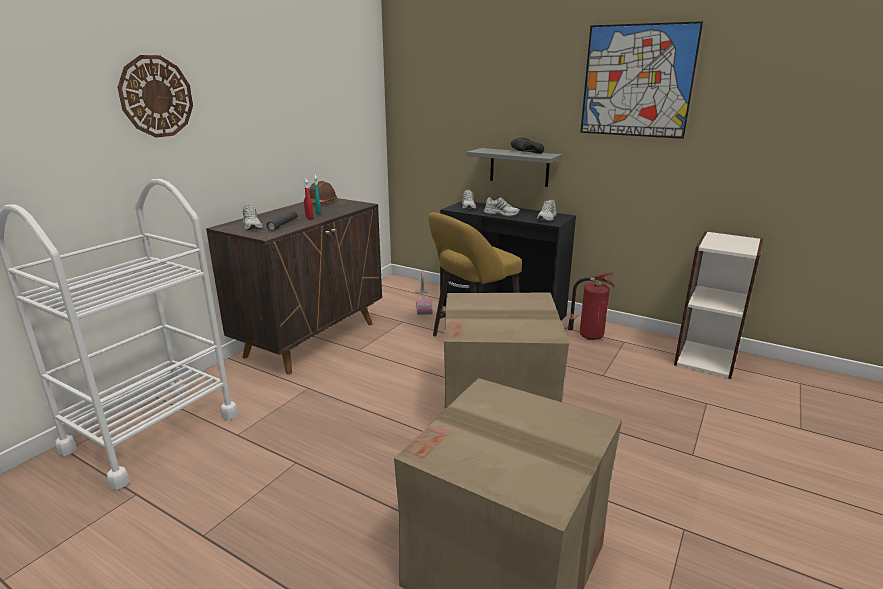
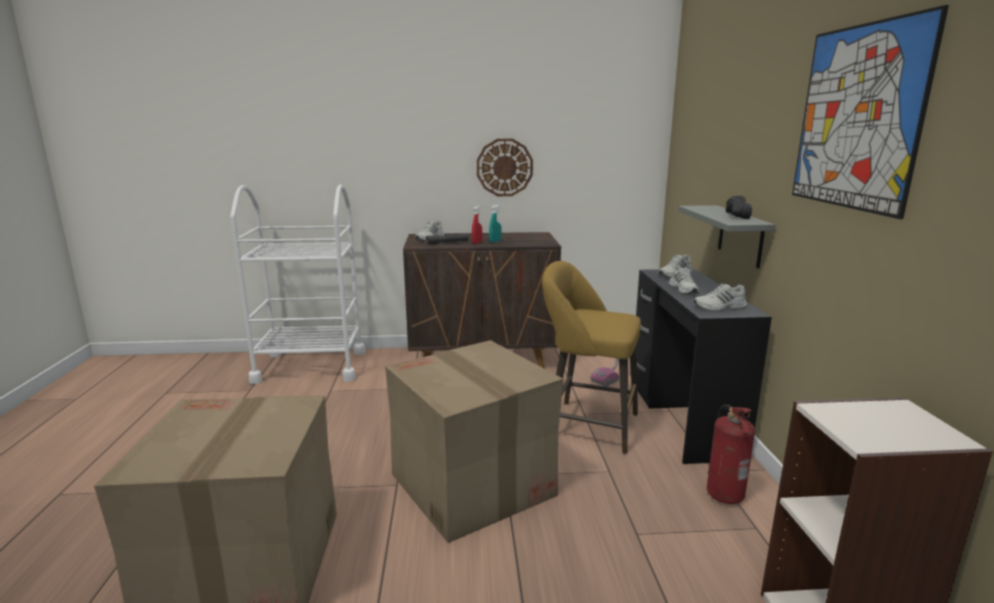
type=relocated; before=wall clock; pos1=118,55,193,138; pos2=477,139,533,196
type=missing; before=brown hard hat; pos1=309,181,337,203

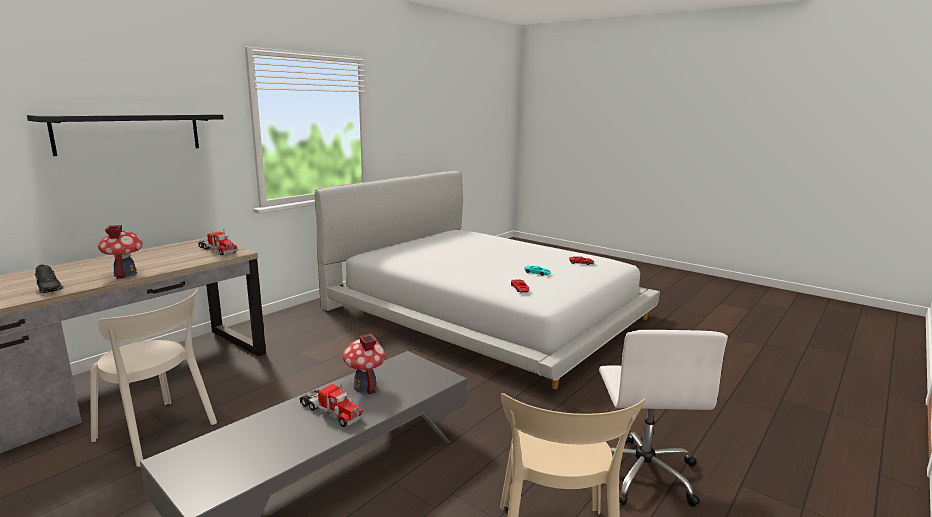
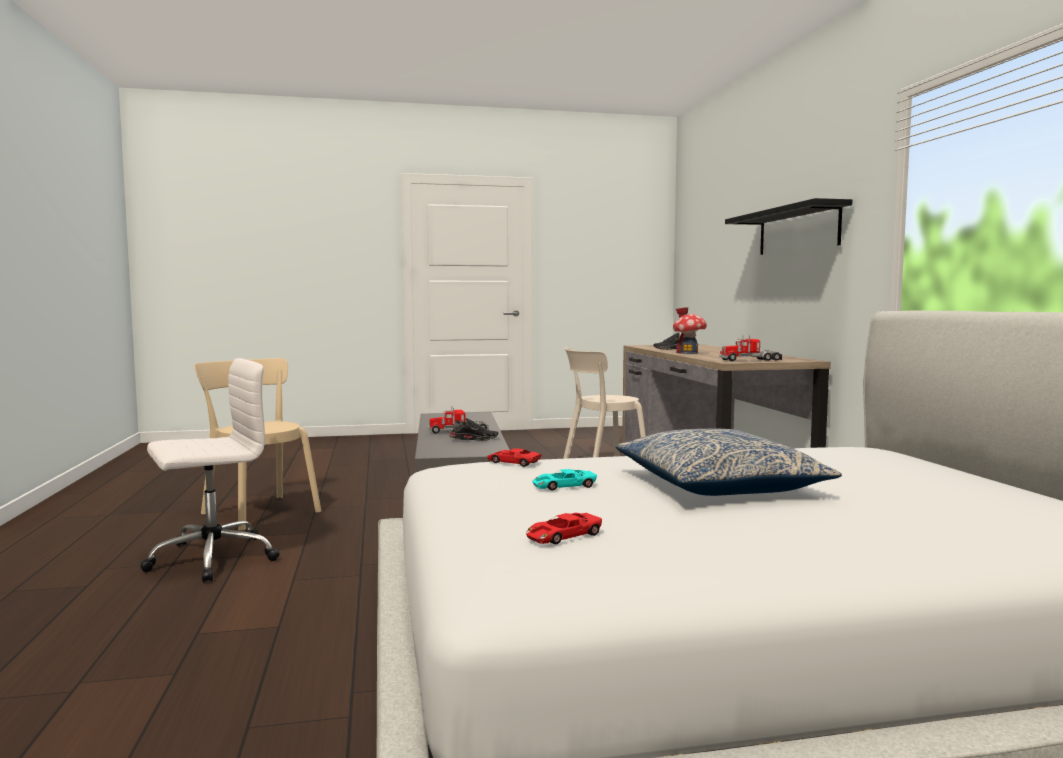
type=spun; before=white office chair; pos1=599,330,728,507; pos2=140,358,280,582; turn=105
type=exchanged; before=toy house; after=black shoe; pos1=342,334,386,394; pos2=449,418,499,441
type=appeared; after=pillow; pos2=616,429,842,496

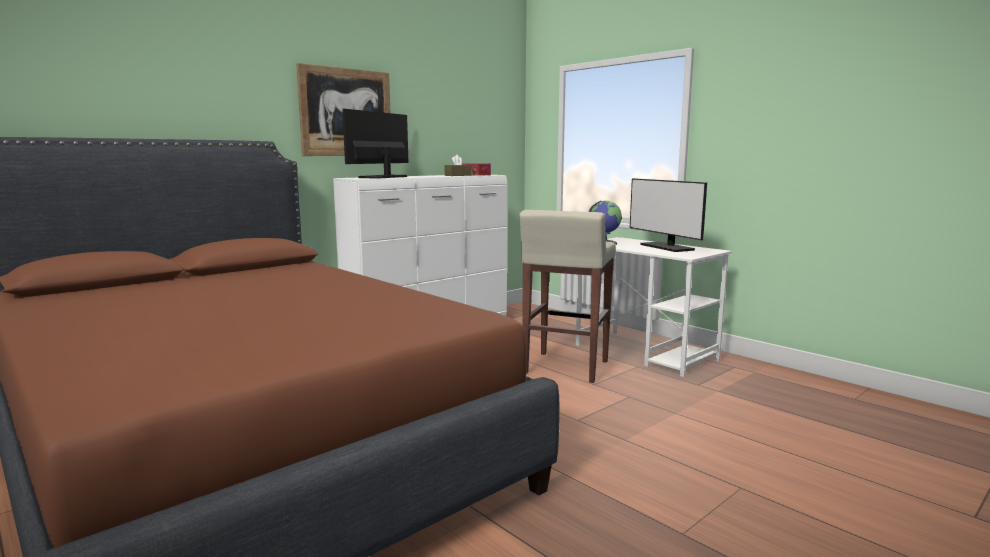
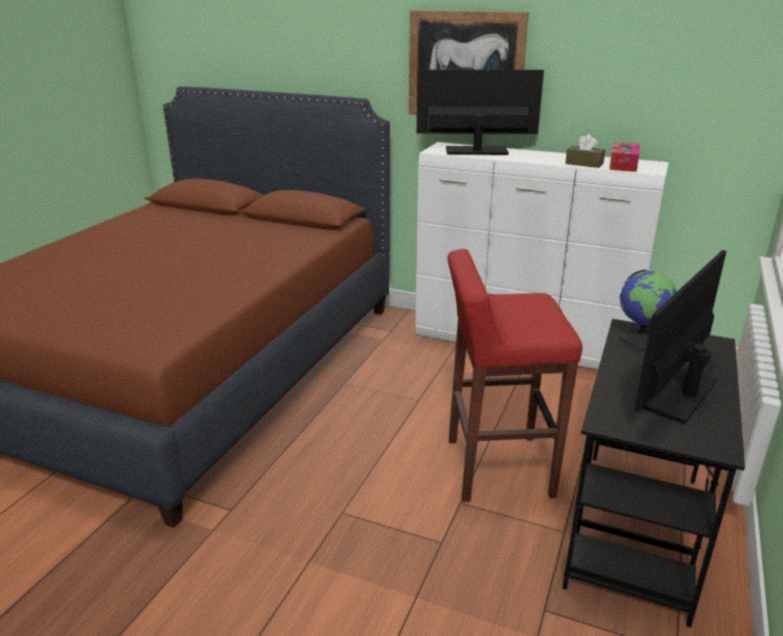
type=colour; before=beige stool; after=red stool; pos1=519,210,616,383; pos2=448,249,583,502
type=colour; before=white desk; after=black desk; pos1=576,237,732,377; pos2=563,319,745,627

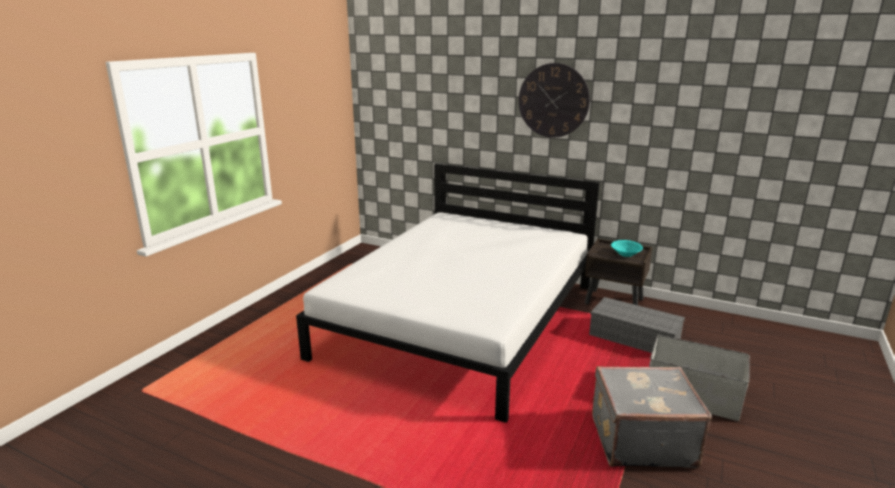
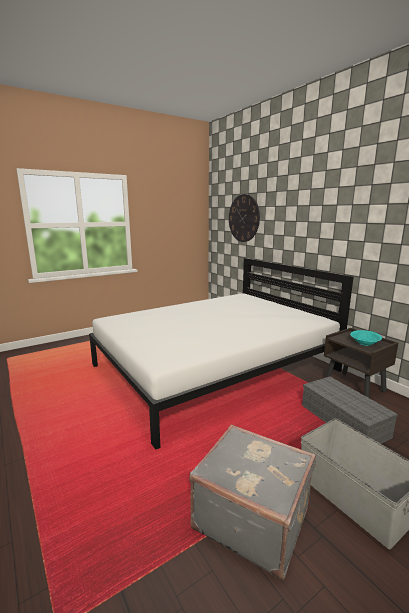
type=relocated; before=wall clock; pos1=519,63,590,138; pos2=229,194,260,242

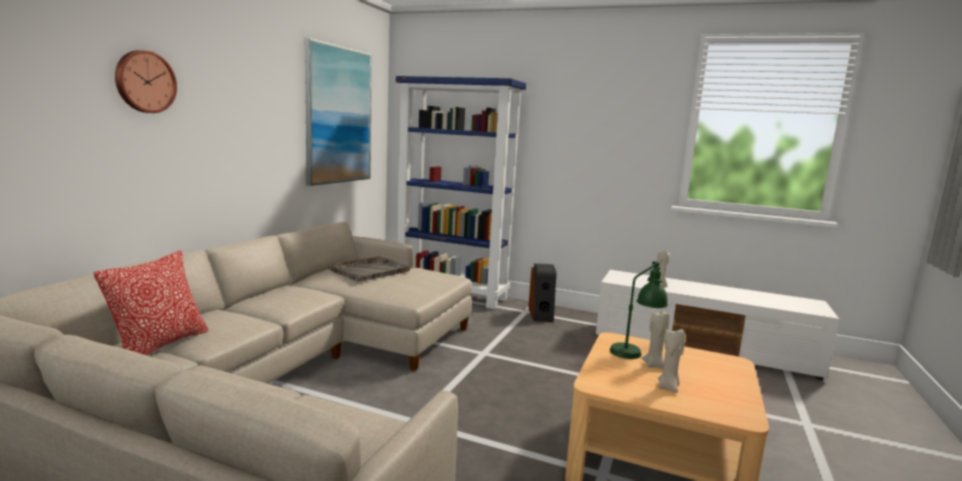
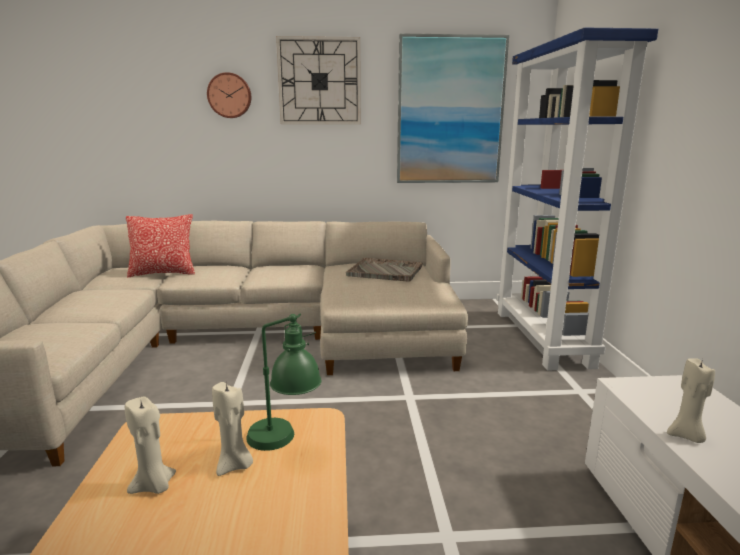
type=appeared; after=wall clock; pos2=276,36,361,124
type=missing; before=speaker; pos1=528,263,556,322

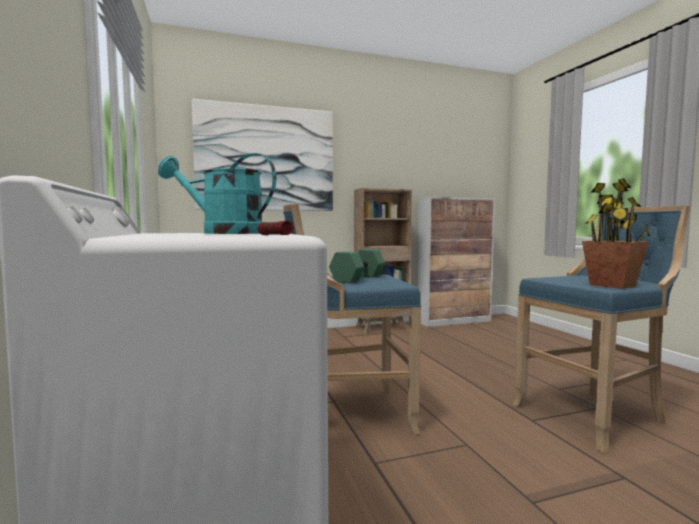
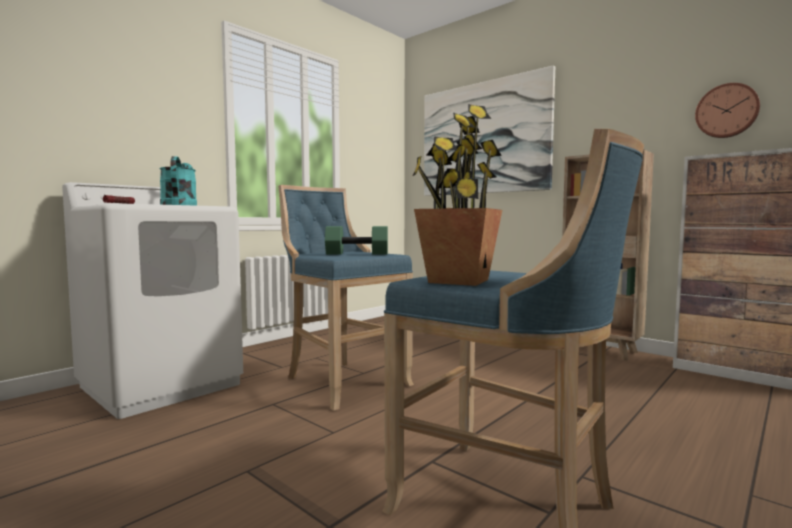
type=appeared; after=wall clock; pos2=695,83,760,138

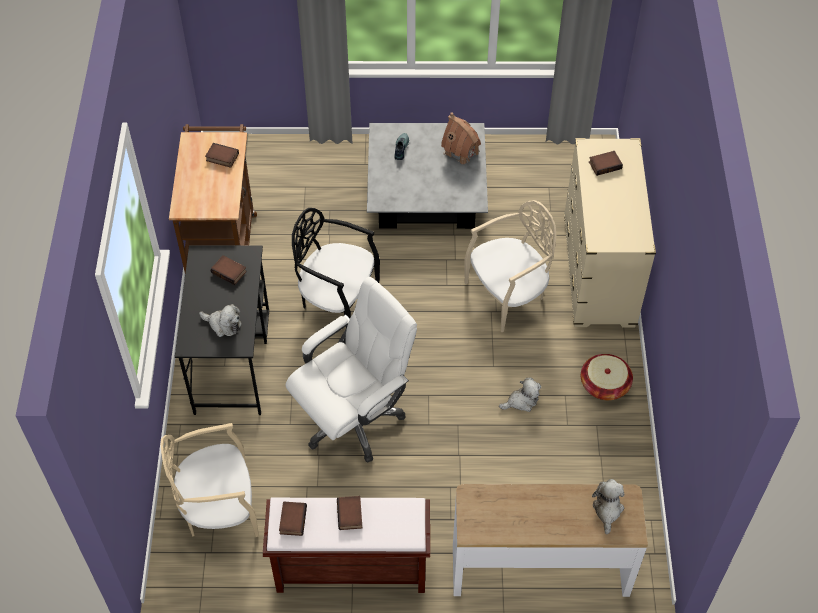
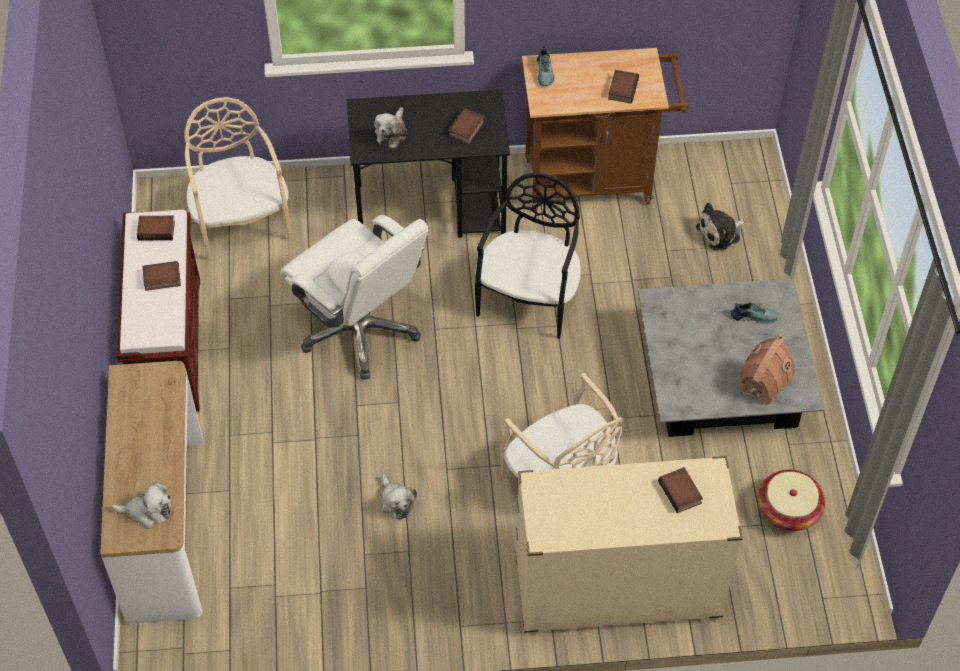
type=appeared; after=shoe; pos2=537,45,555,86
type=appeared; after=plush toy; pos2=696,203,745,251
type=relocated; before=basket; pos1=581,354,633,400; pos2=758,470,825,531

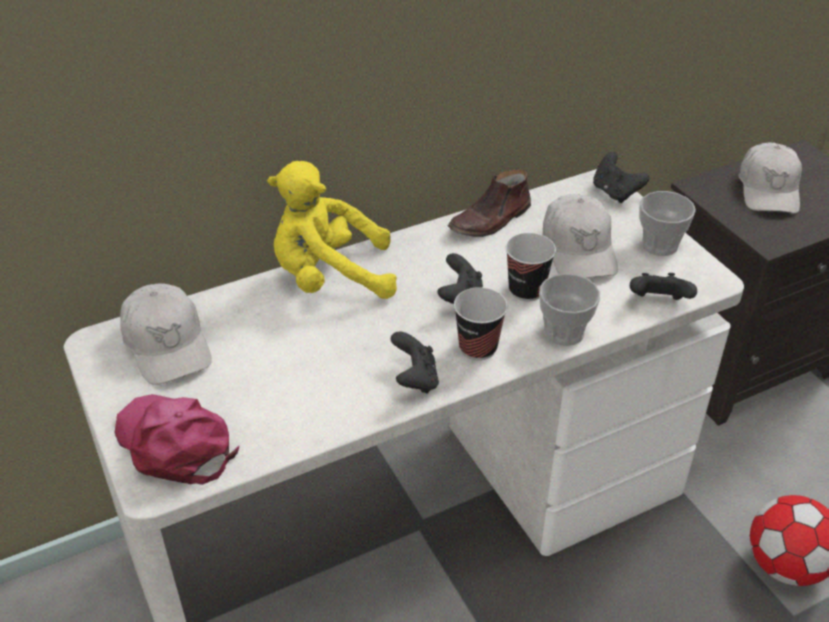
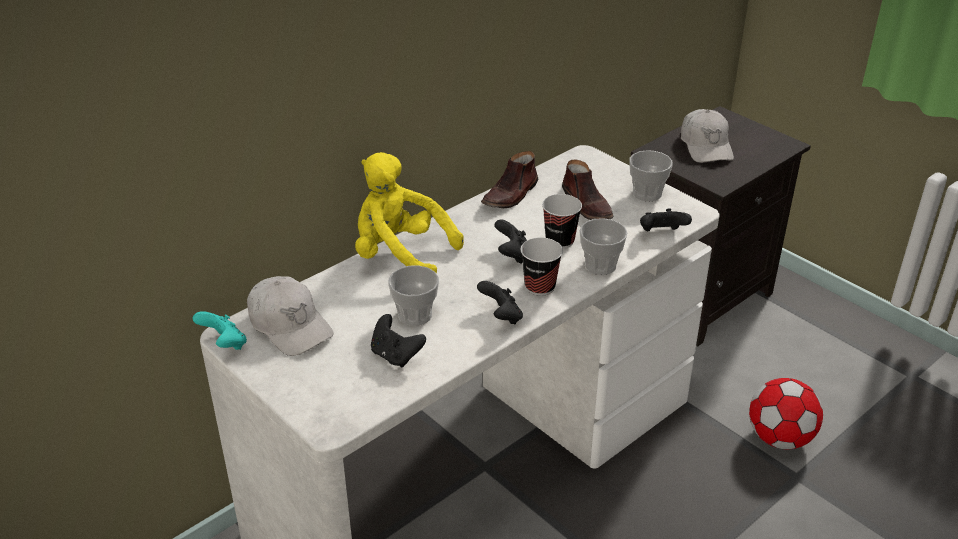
type=appeared; after=turquoise game controller; pos2=193,311,247,350
type=spun; before=yellow plush toy; pos1=267,161,397,299; pos2=355,152,464,274; turn=45
type=relocated; before=black game controller; pos1=593,152,649,203; pos2=371,314,426,367
type=appeared; after=cup; pos2=388,265,439,326
type=exchanged; before=white cap; after=brown shoe; pos1=543,194,618,278; pos2=562,160,614,220
type=missing; before=pink cap; pos1=114,394,239,485

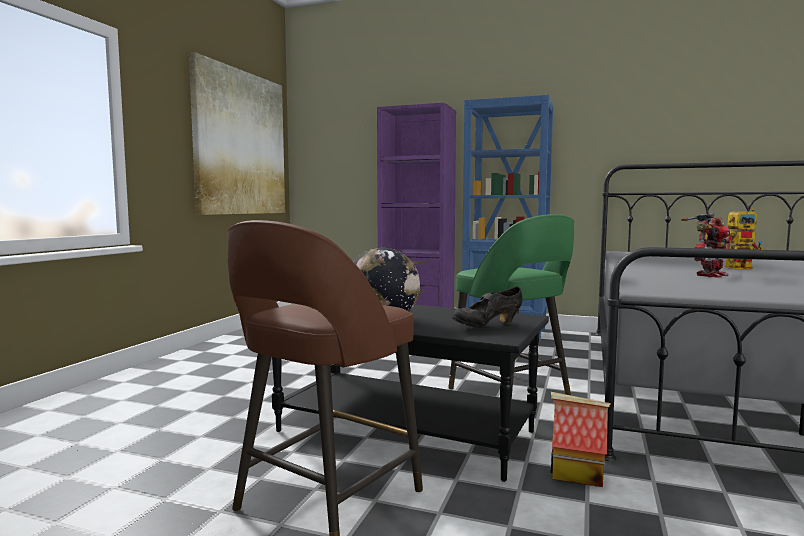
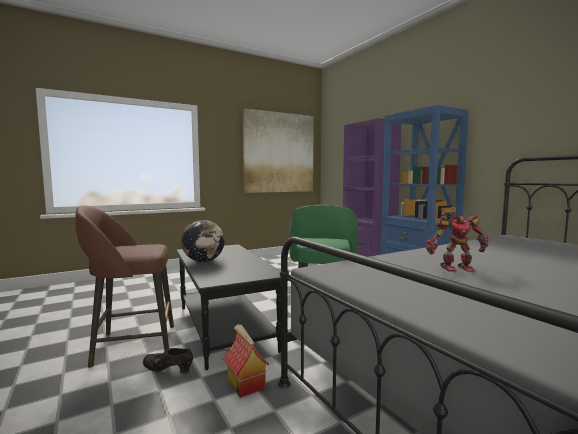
type=relocated; before=black shoe; pos1=452,287,523,328; pos2=143,348,193,373
type=missing; before=toy robot; pos1=725,208,763,269

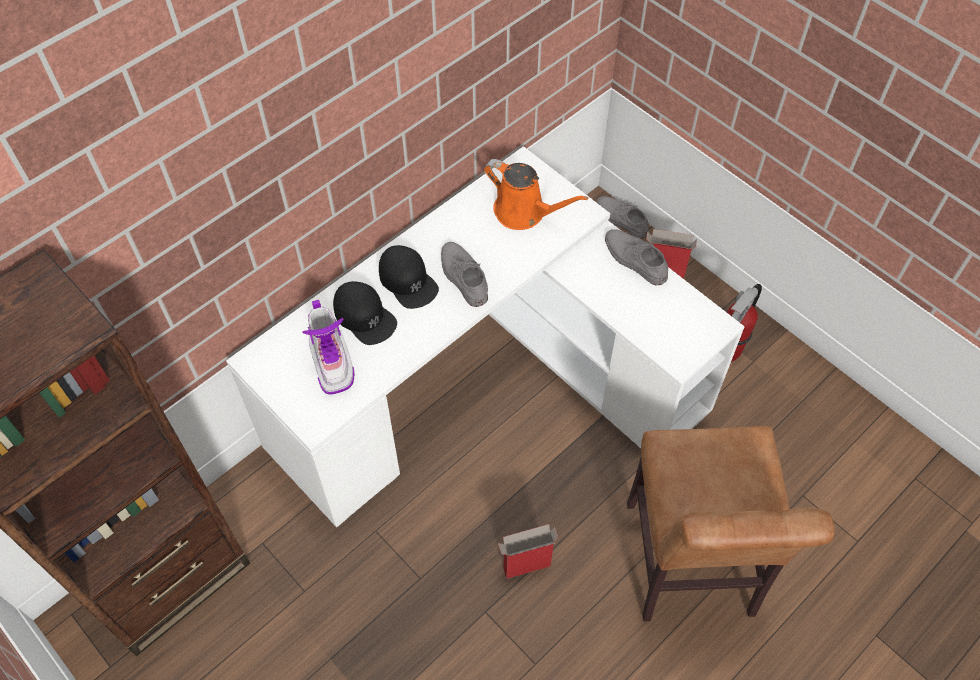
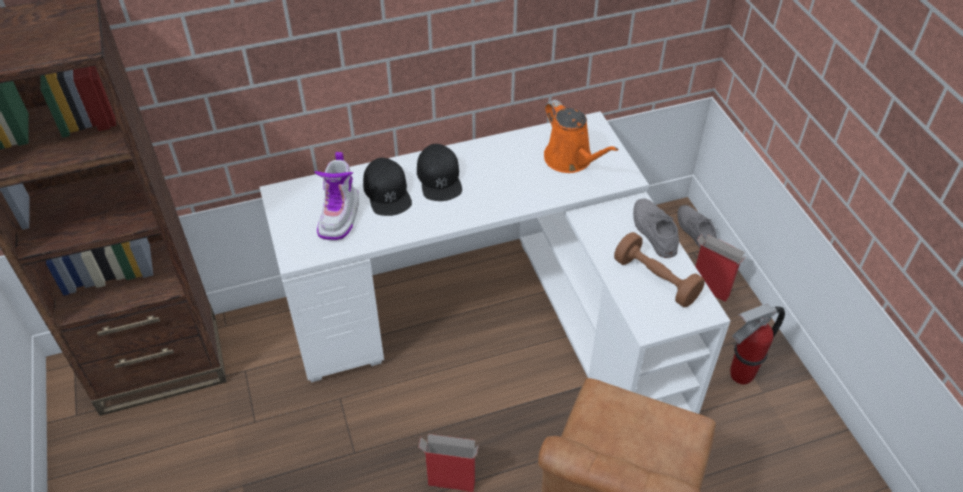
type=appeared; after=brown dumbbell; pos2=614,232,705,307
type=missing; before=grey shoe; pos1=441,242,488,307

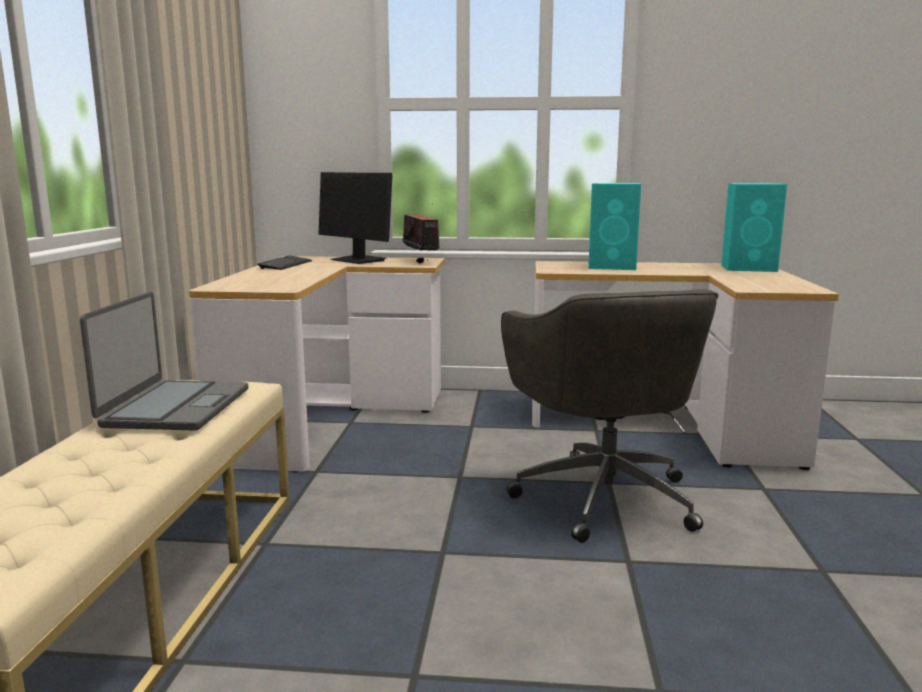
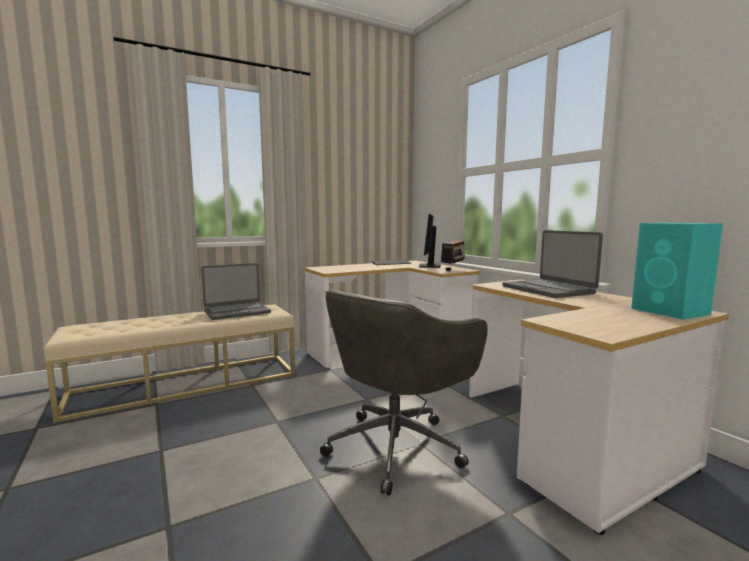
type=exchanged; before=turquoise speaker; after=laptop; pos1=588,183,641,270; pos2=502,230,603,298

